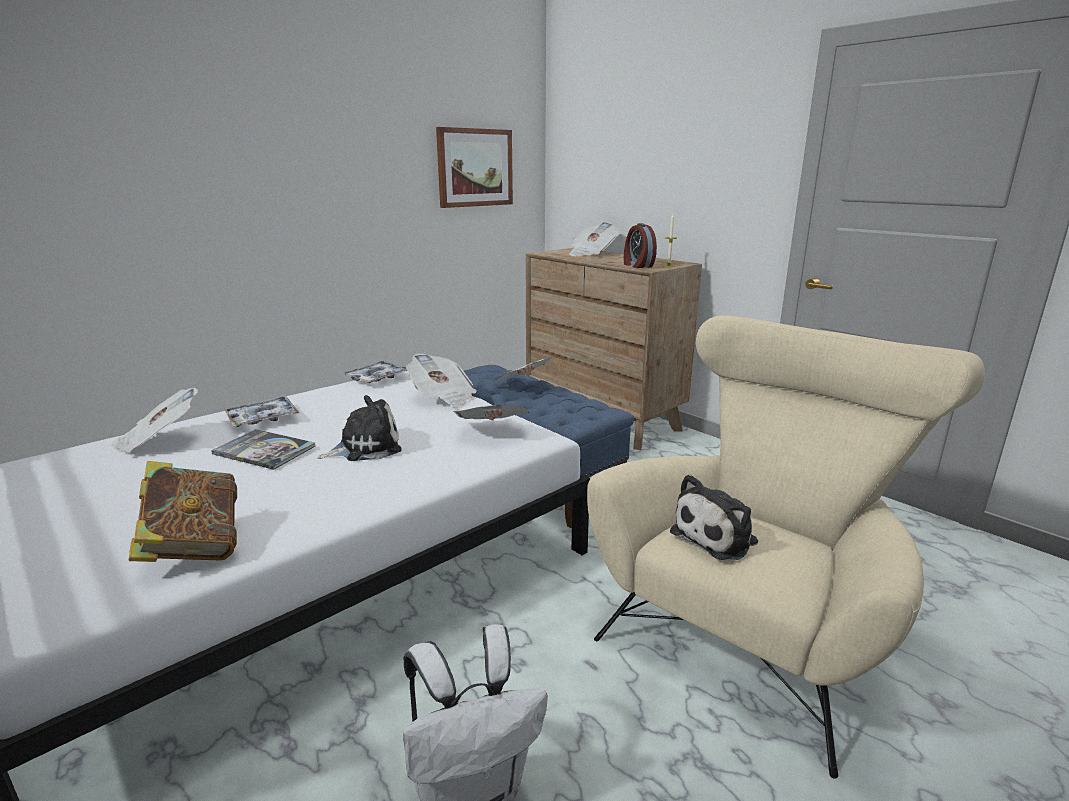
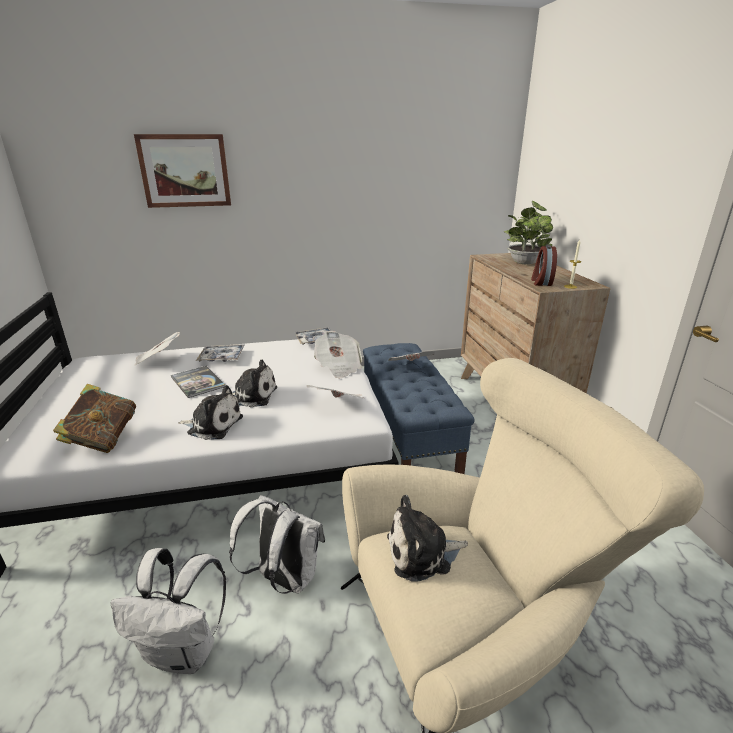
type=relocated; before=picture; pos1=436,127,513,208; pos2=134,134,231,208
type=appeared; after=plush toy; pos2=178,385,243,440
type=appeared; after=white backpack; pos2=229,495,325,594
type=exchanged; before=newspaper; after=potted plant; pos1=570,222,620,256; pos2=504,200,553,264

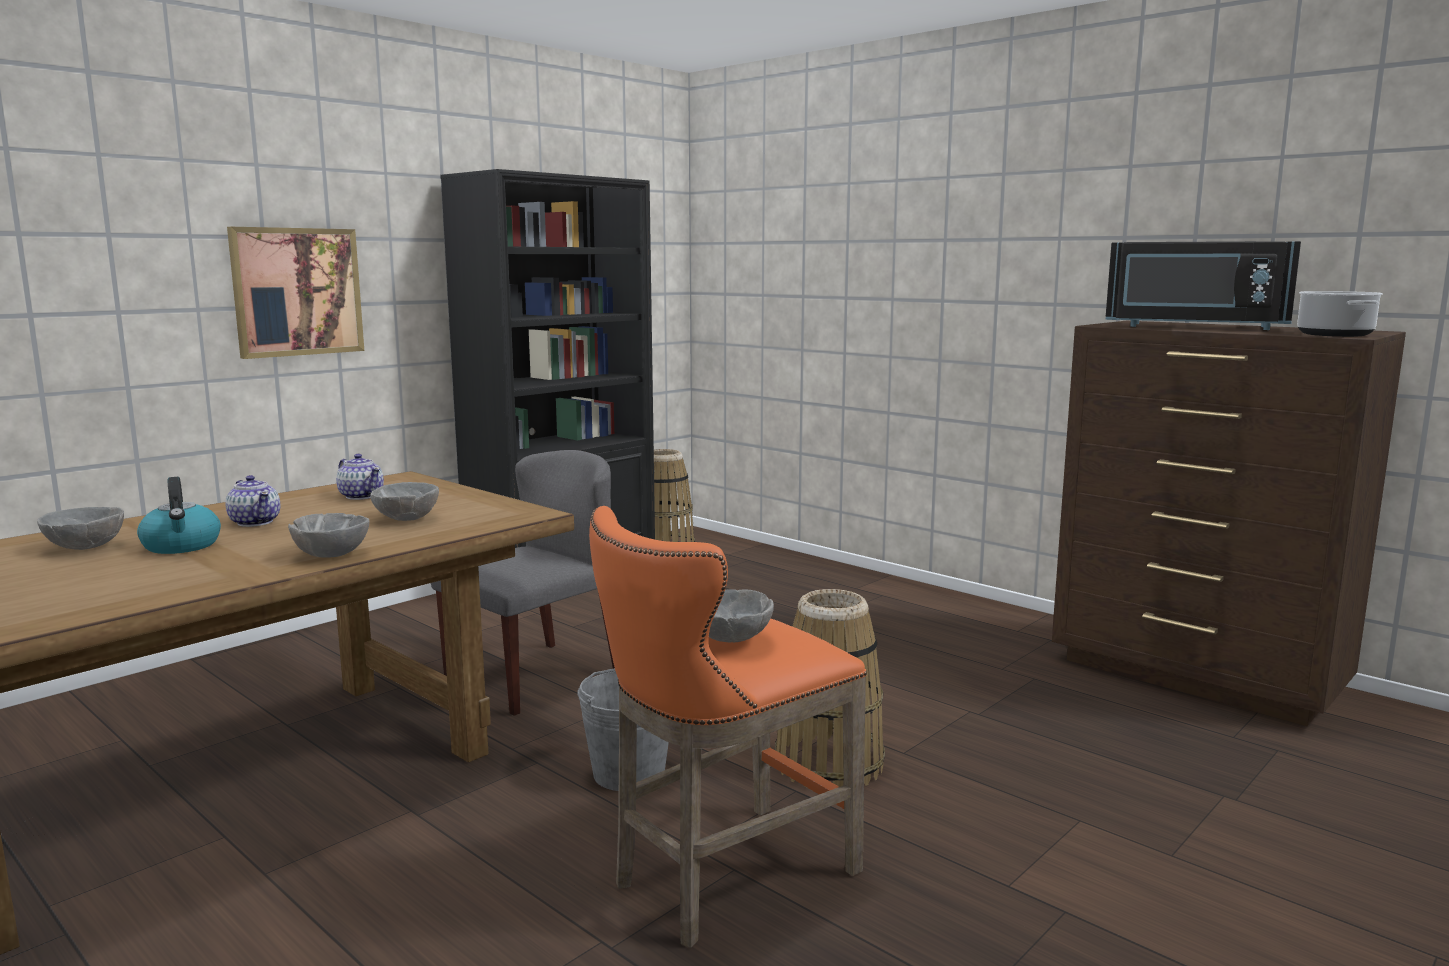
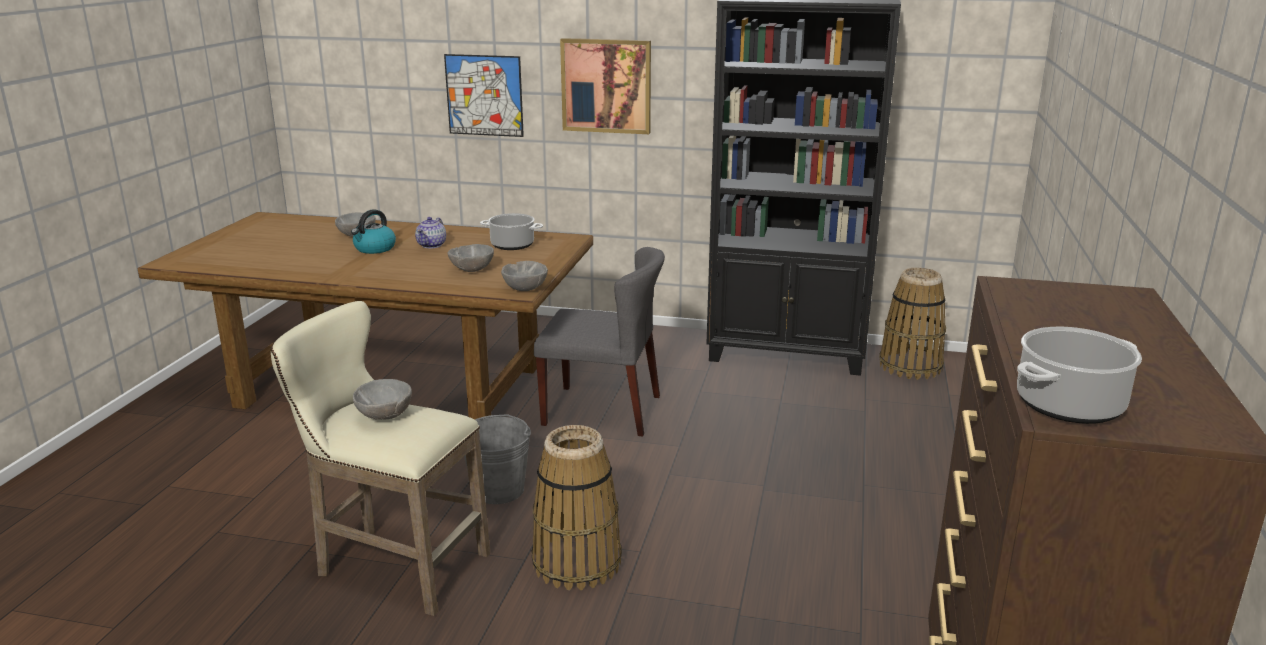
type=colour; before=orange stool; after=beige stool; pos1=589,506,867,948; pos2=271,301,490,616
type=appeared; after=picture; pos2=444,54,524,137
type=exchanged; before=teapot; after=cooking pot; pos1=336,454,384,500; pos2=480,213,543,250
type=relocated; before=grey bowl; pos1=288,513,369,558; pos2=501,261,548,291
type=missing; before=black microwave; pos1=1106,241,1301,330

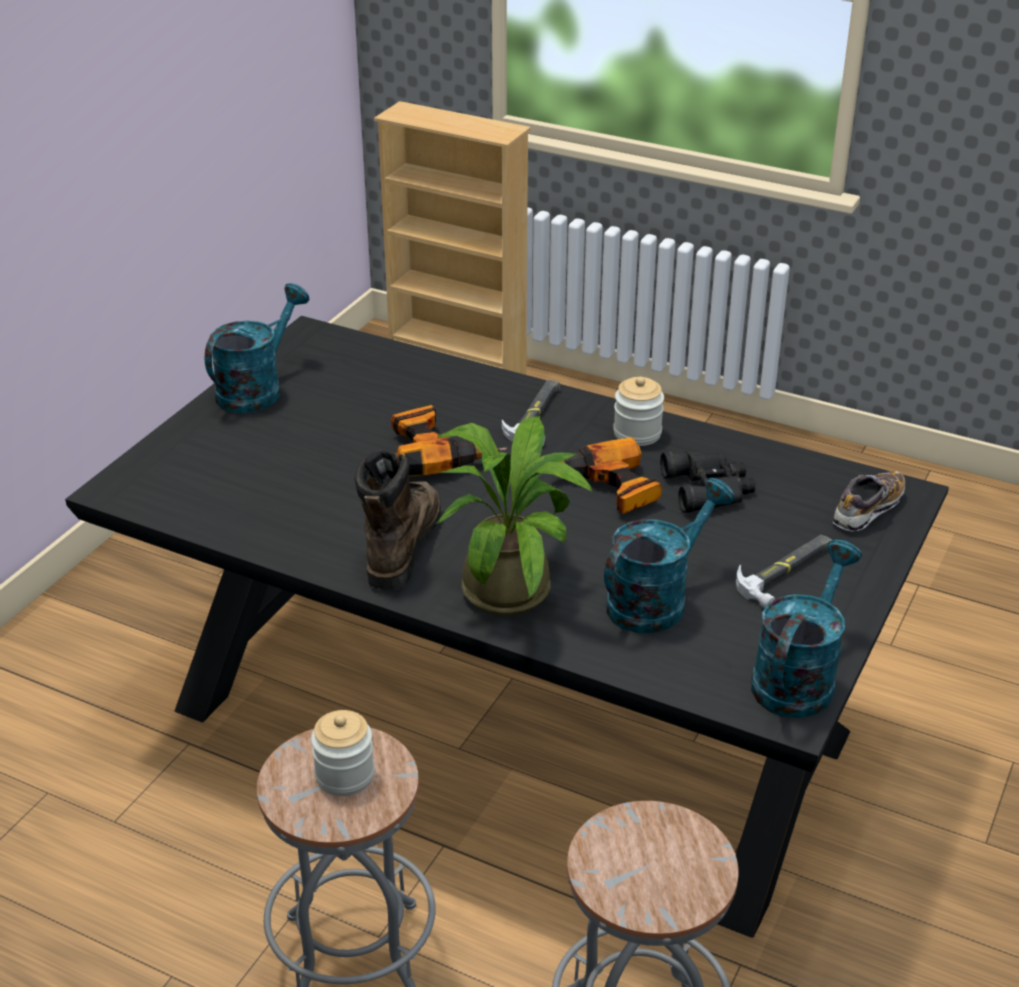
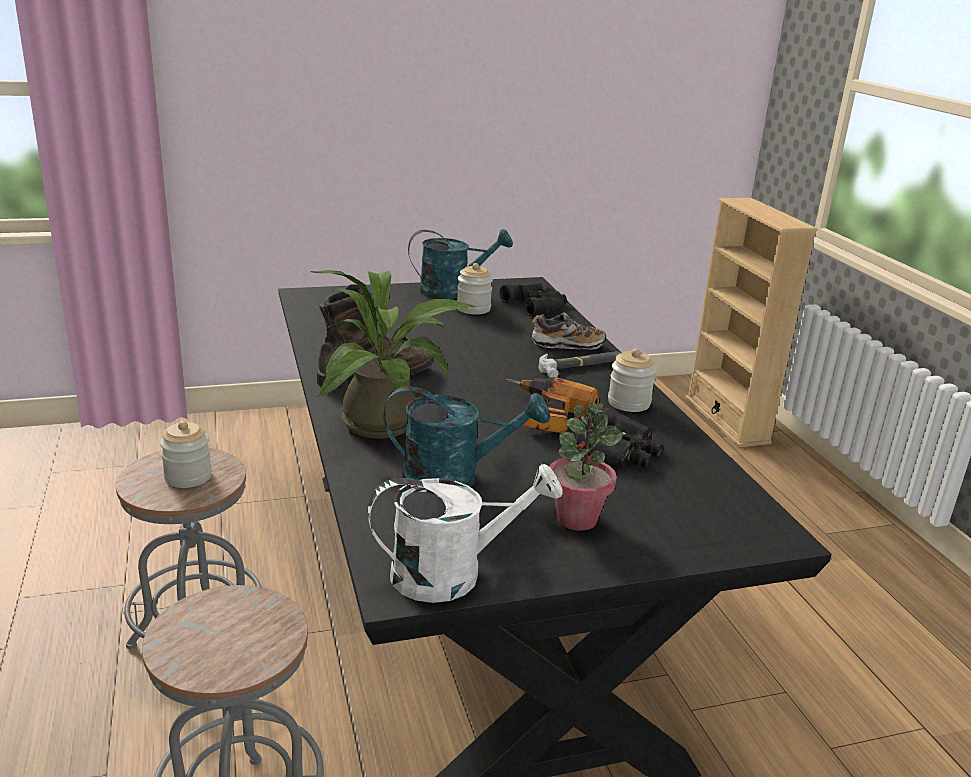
type=colour; before=turquoise watering can; after=white watering can; pos1=751,540,862,718; pos2=368,464,563,603
type=appeared; after=jar; pos2=457,263,493,314
type=appeared; after=black binoculars; pos2=499,283,567,316
type=relocated; before=shoe; pos1=833,471,905,531; pos2=532,313,606,350
type=exchanged; before=hammer; after=potted plant; pos1=736,535,832,608; pos2=549,402,623,531
type=missing; before=power drill; pos1=391,405,508,476

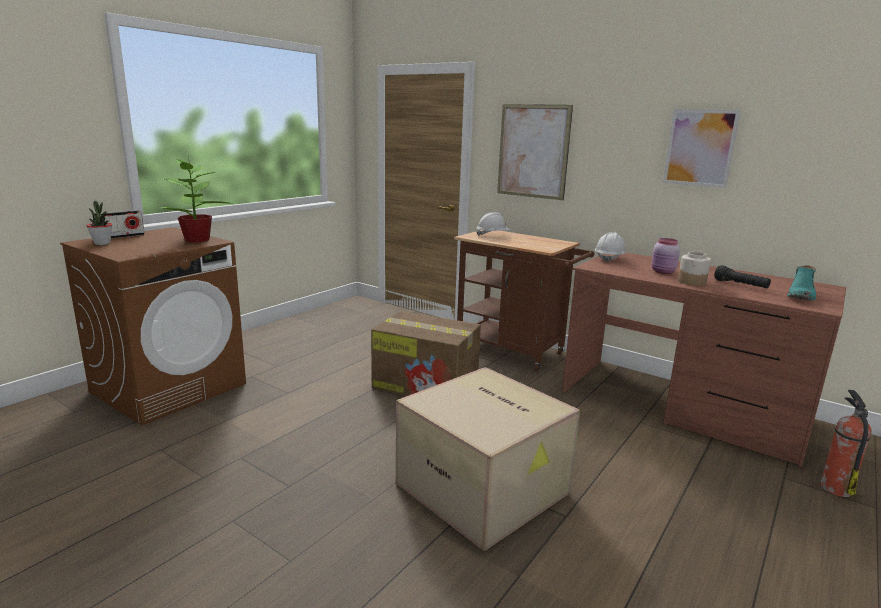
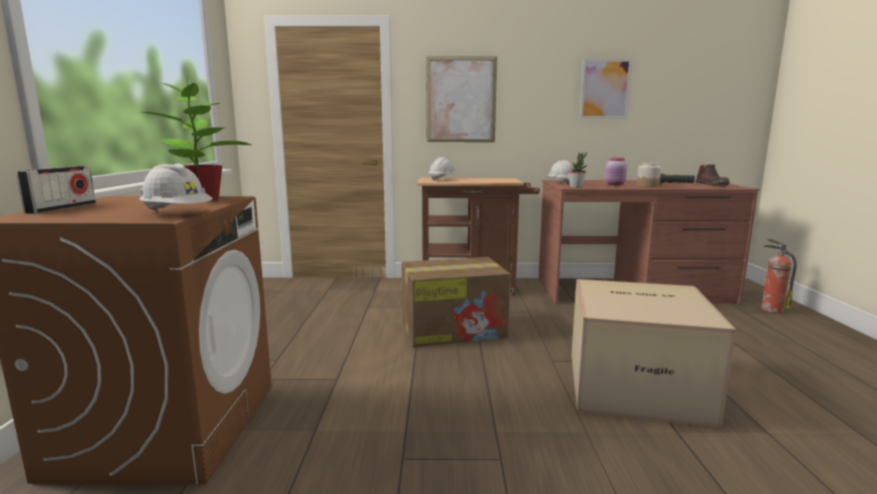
type=appeared; after=white hard hat; pos2=139,164,213,212
type=relocated; before=potted plant; pos1=86,201,112,245; pos2=568,152,587,188
type=colour; before=turquoise boot; after=brown boot; pos1=787,265,816,301; pos2=696,164,730,186

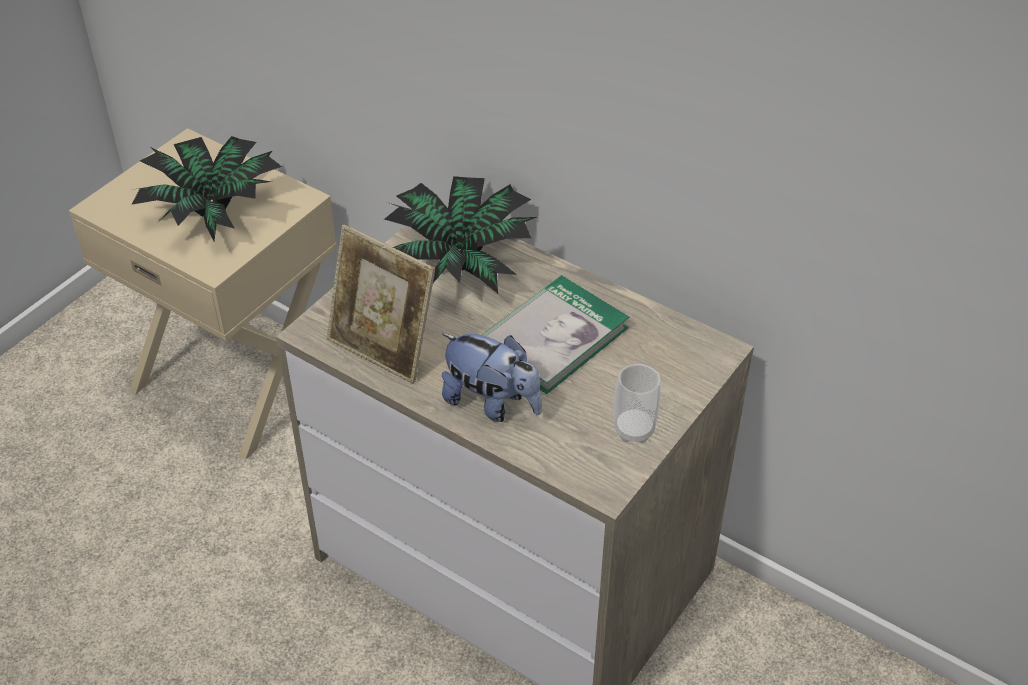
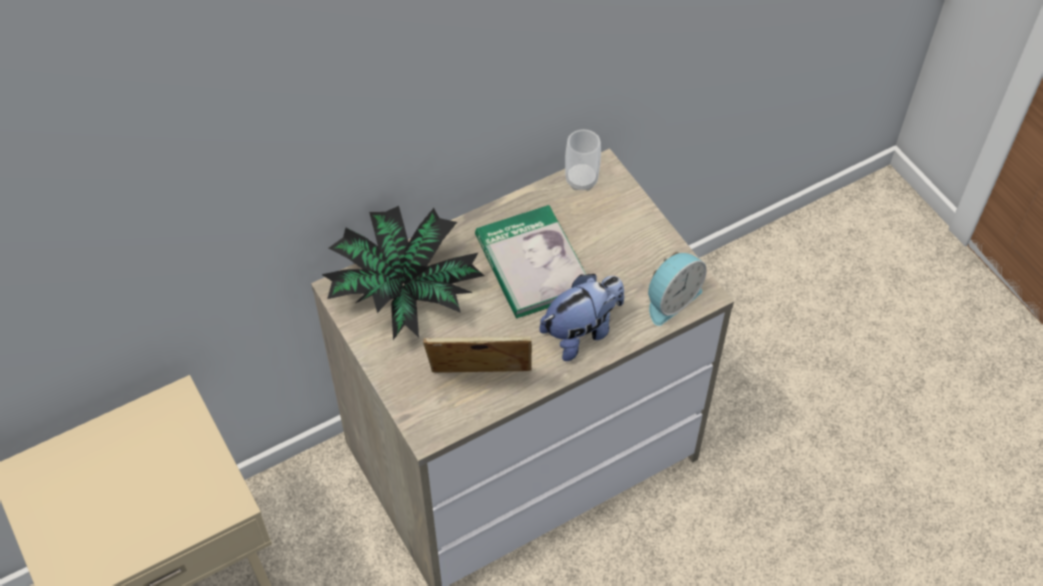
type=spun; before=picture frame; pos1=327,225,435,384; pos2=423,336,532,373; turn=-150
type=relocated; before=cup; pos1=614,364,661,443; pos2=565,129,601,191
type=appeared; after=alarm clock; pos2=648,252,707,326
type=missing; before=potted plant; pos1=132,136,282,241

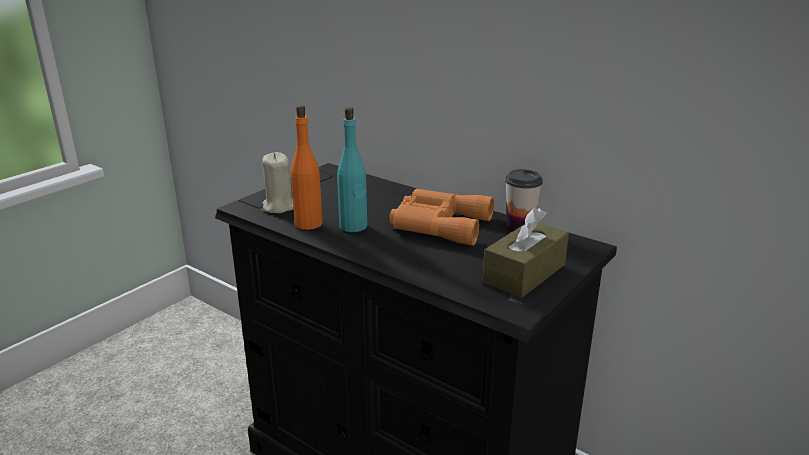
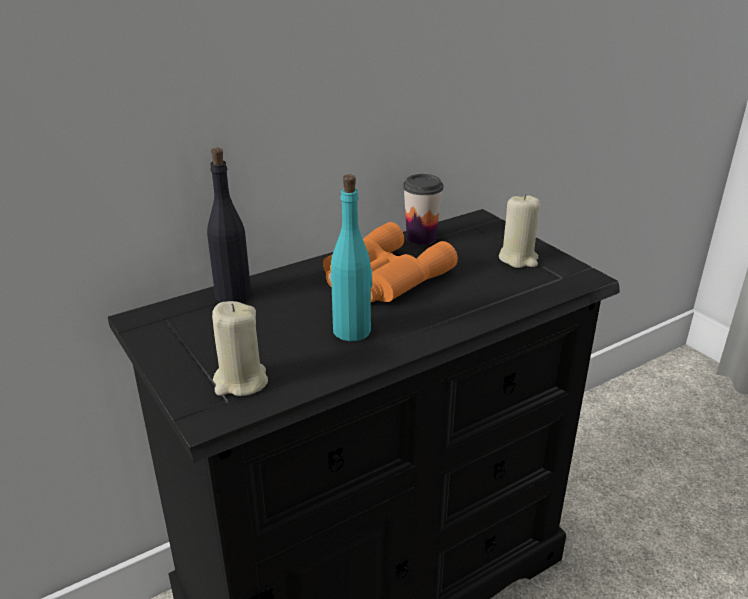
type=appeared; after=black bottle; pos2=207,148,251,302
type=exchanged; before=brown tissue box; after=beige candle; pos1=482,208,569,298; pos2=499,194,541,268
type=missing; before=orange bottle; pos1=291,105,323,230

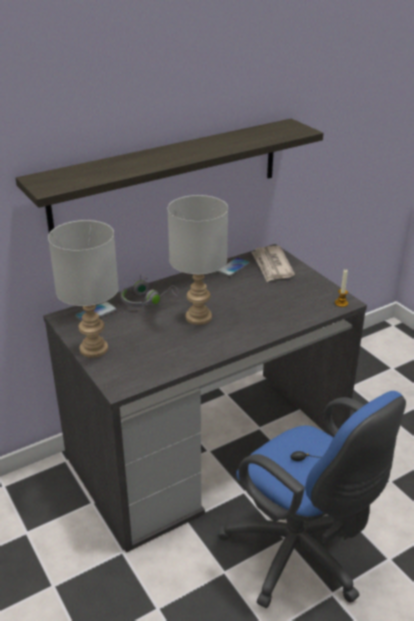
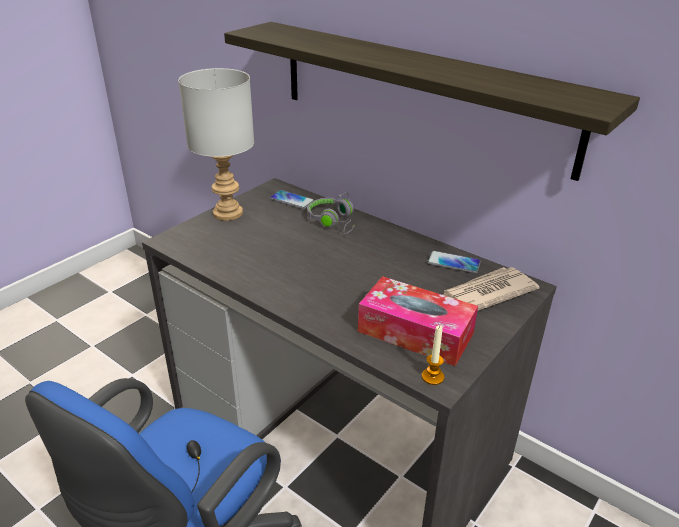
type=appeared; after=tissue box; pos2=358,276,478,366
type=missing; before=grey table lamp; pos1=168,195,228,325

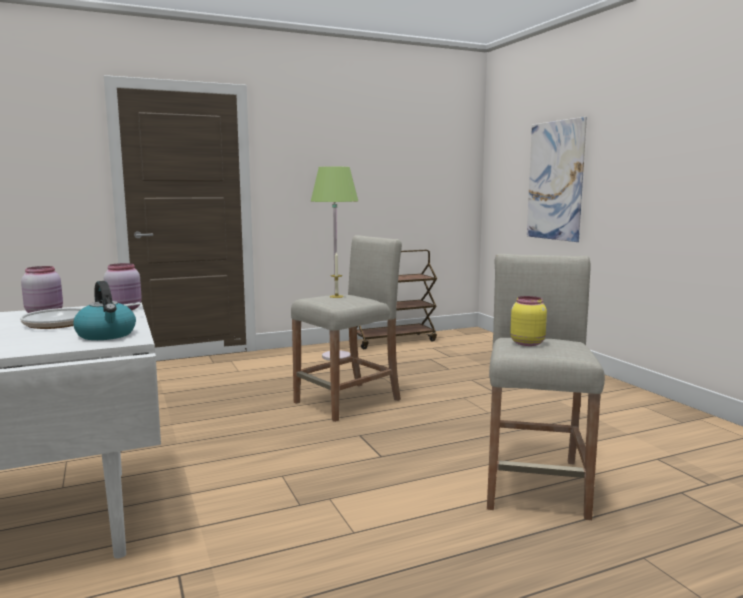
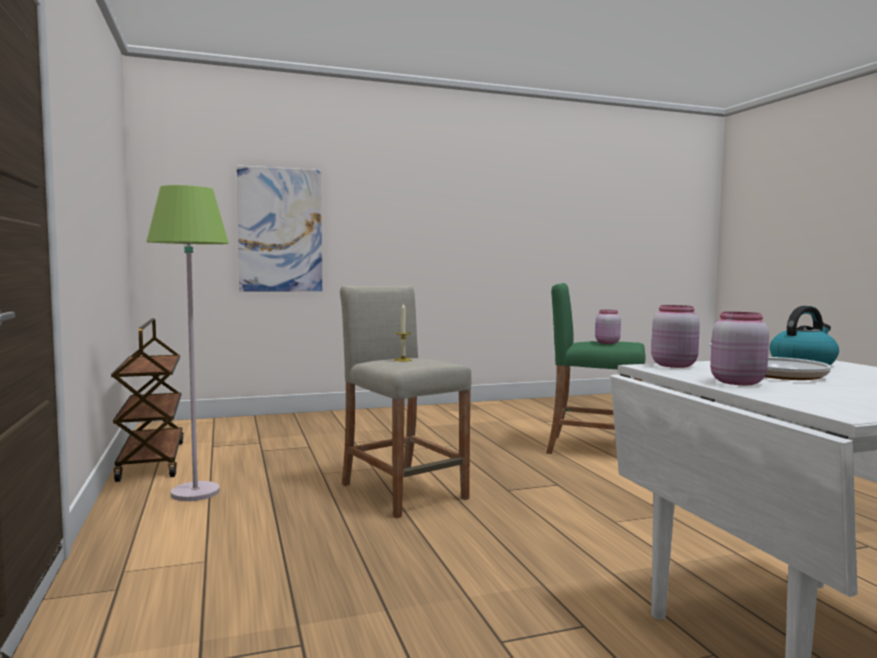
type=colour; before=beige stool; after=green stool; pos1=487,254,605,520; pos2=546,283,645,454
type=colour; before=yellow jar; after=pink jar; pos1=510,296,547,346; pos2=595,310,621,344

